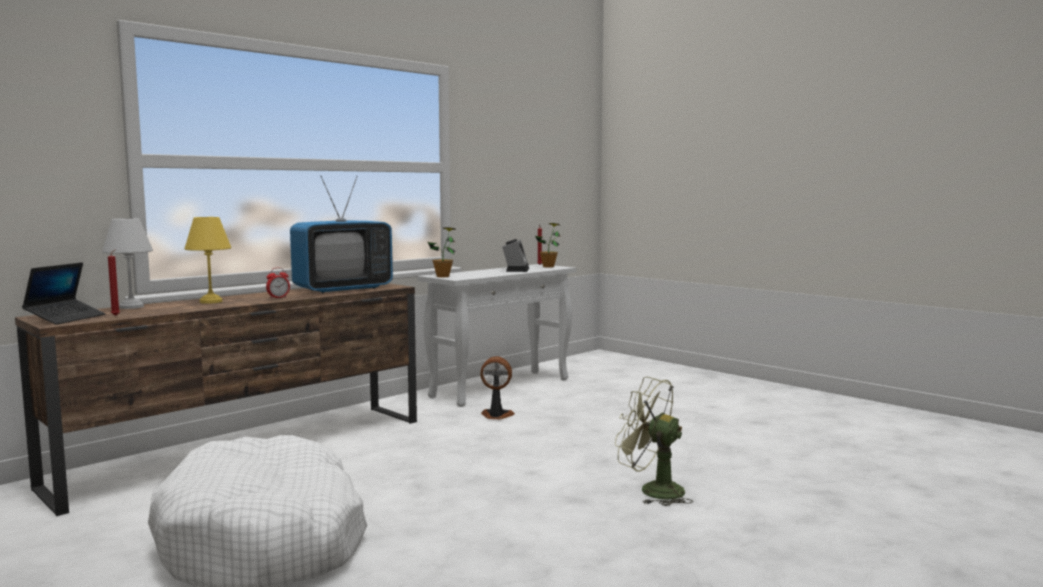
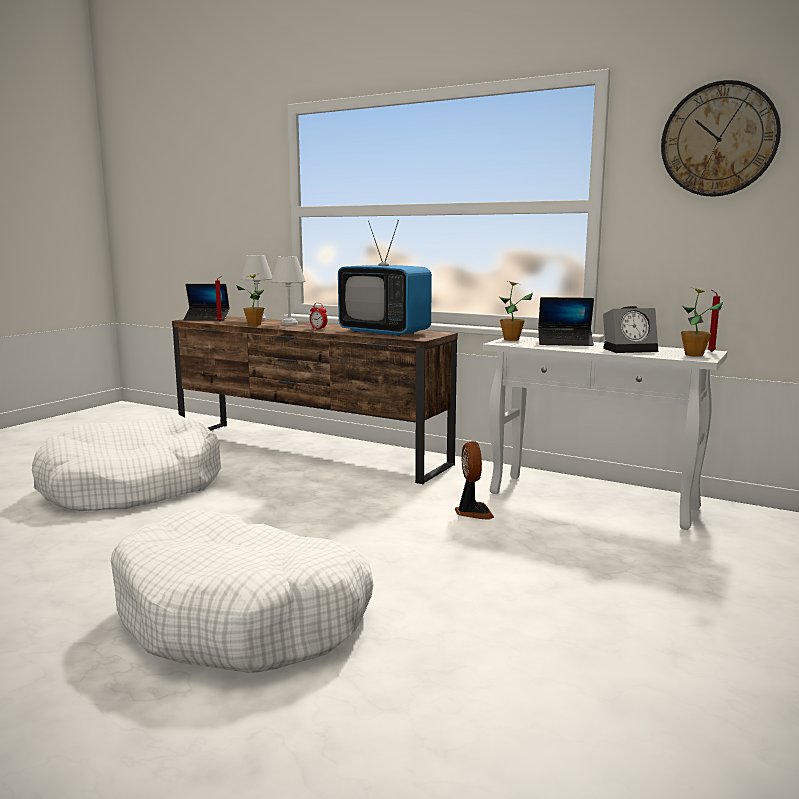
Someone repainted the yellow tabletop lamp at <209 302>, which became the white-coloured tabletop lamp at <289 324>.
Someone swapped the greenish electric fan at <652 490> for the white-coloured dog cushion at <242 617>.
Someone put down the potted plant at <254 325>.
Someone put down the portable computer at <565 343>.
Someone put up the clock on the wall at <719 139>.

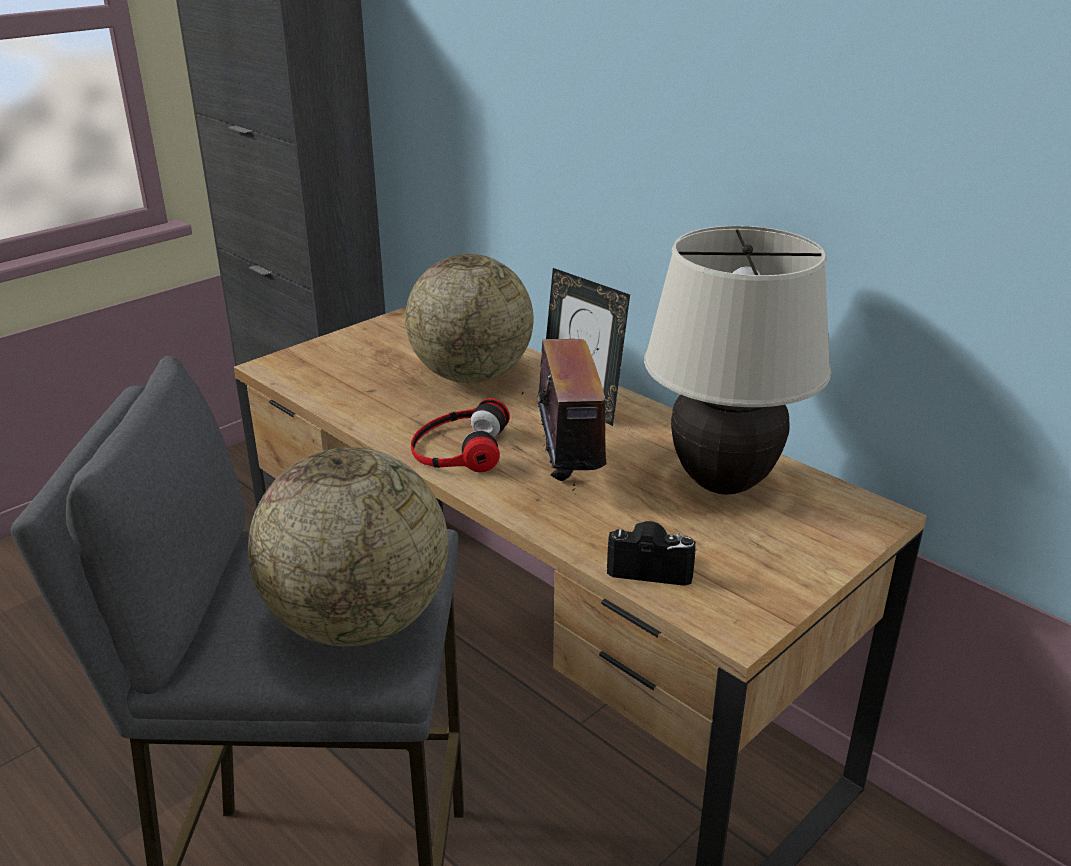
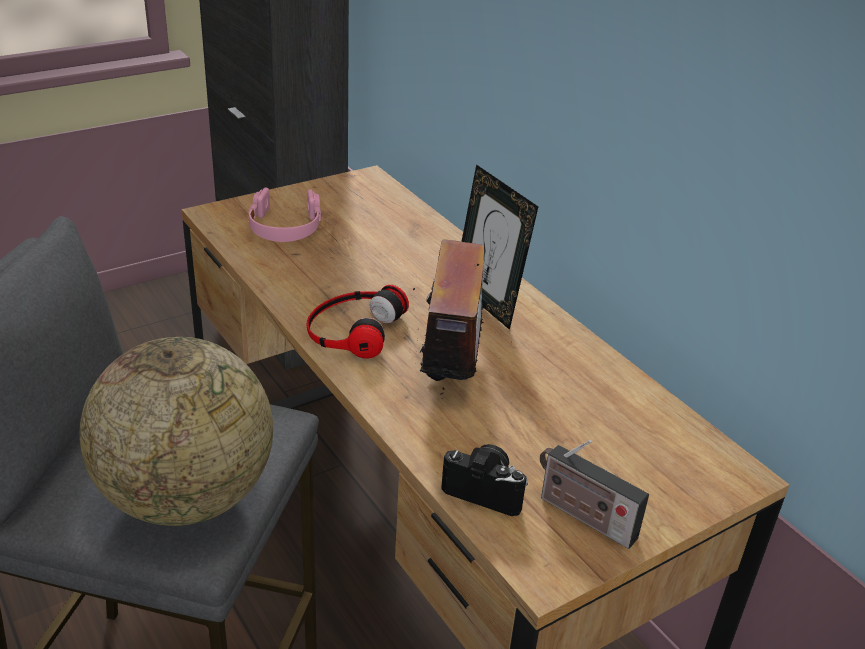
Someone took away the world globe at <471 376>.
Someone took away the sand-coloured tabletop lamp at <722 483>.
Someone put down the pink-coloured headphones at <284 226>.
Someone put down the radio at <582 516>.

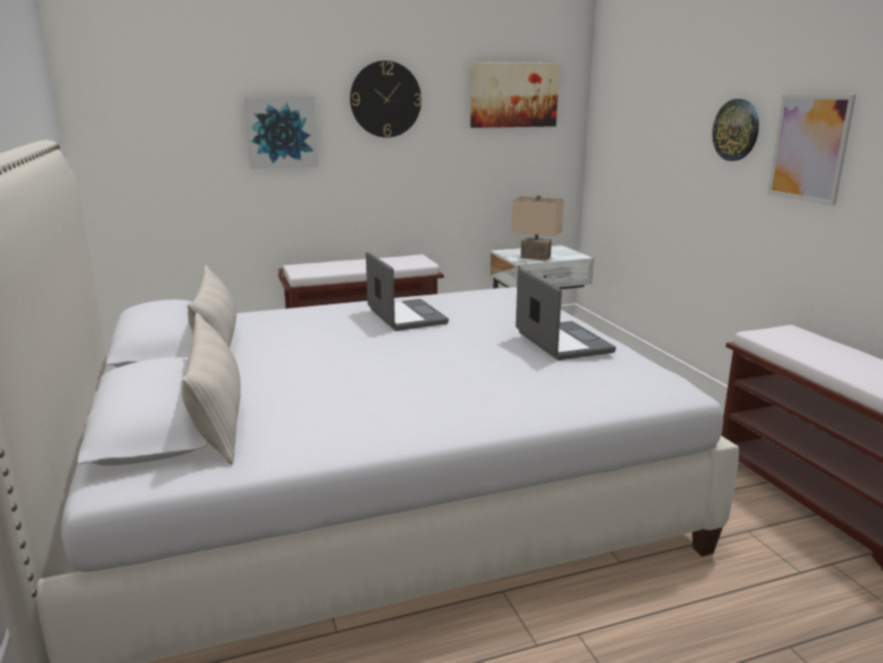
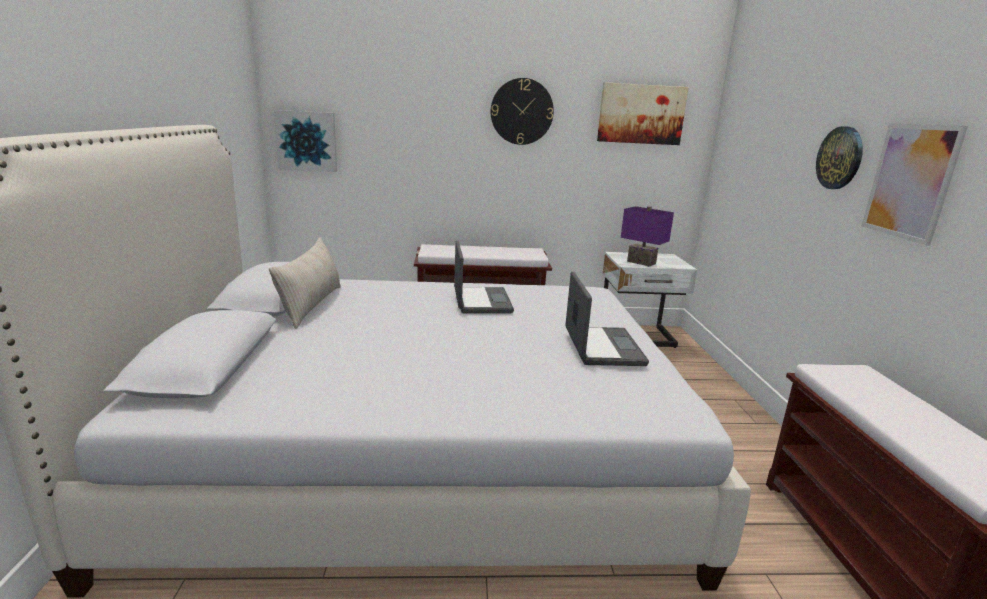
Someone took away the sand-coloured pillow at <218 420>.
Someone carried the wall art from <281 132> to <306 141>.
Someone repainted the sand-coloured tabletop lamp at <536 257>, which became the purple tabletop lamp at <642 262>.

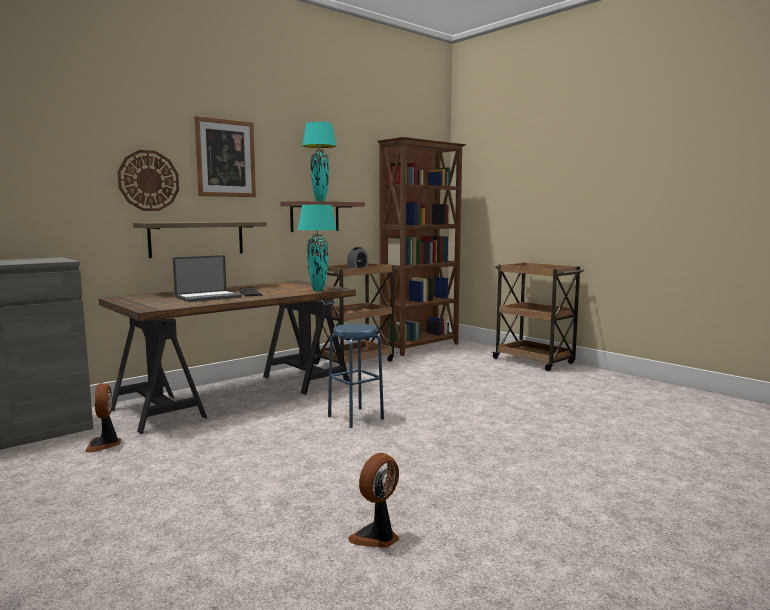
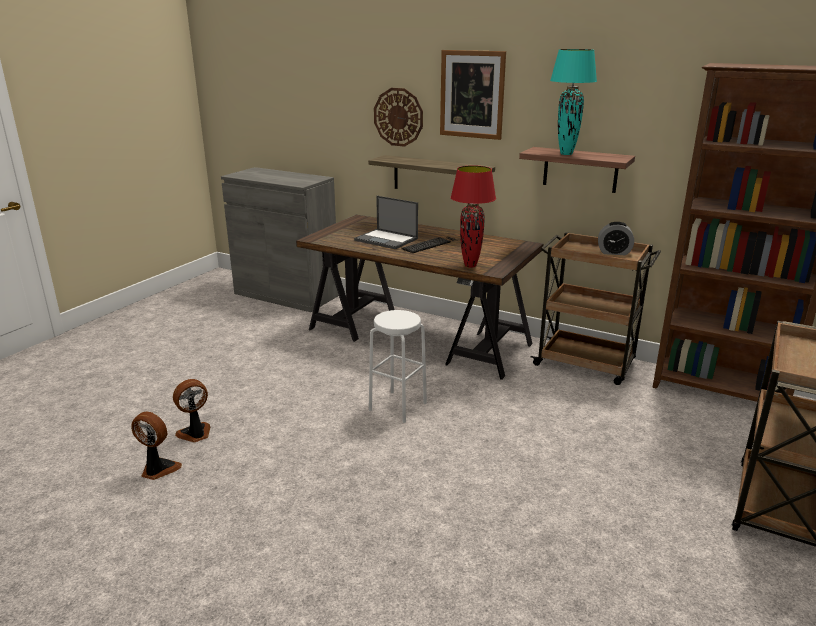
Someone carried the electric fan from <104 444> to <195 434>.
Someone repainted the blue-green tabletop lamp at <318 290>, which became the red-coloured tabletop lamp at <470 265>.
Someone repainted the blue-coloured stool seat at <355 417>, which became the white-coloured stool seat at <397 406>.

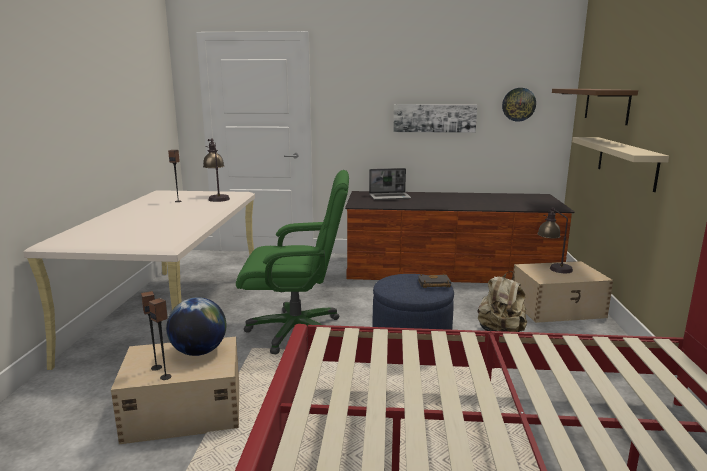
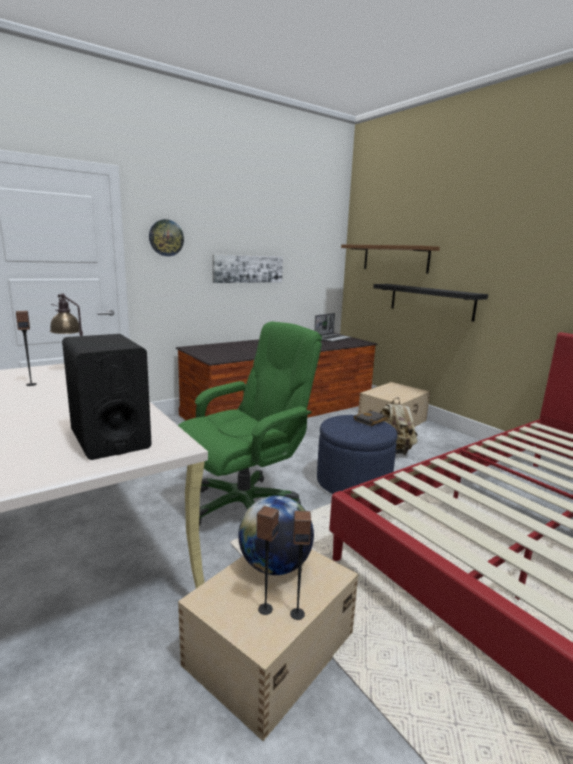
Someone carried the portable computer from <390 197> to <332 338>.
Someone carried the clock on the wall from <518 104> to <166 238>.
Someone took away the tabletop lamp at <553 267>.
Someone repainted the sand-coloured wall shelf at <626 162>, which became the blackish wall shelf at <431 301>.
Someone put down the blackish speaker at <110 439>.

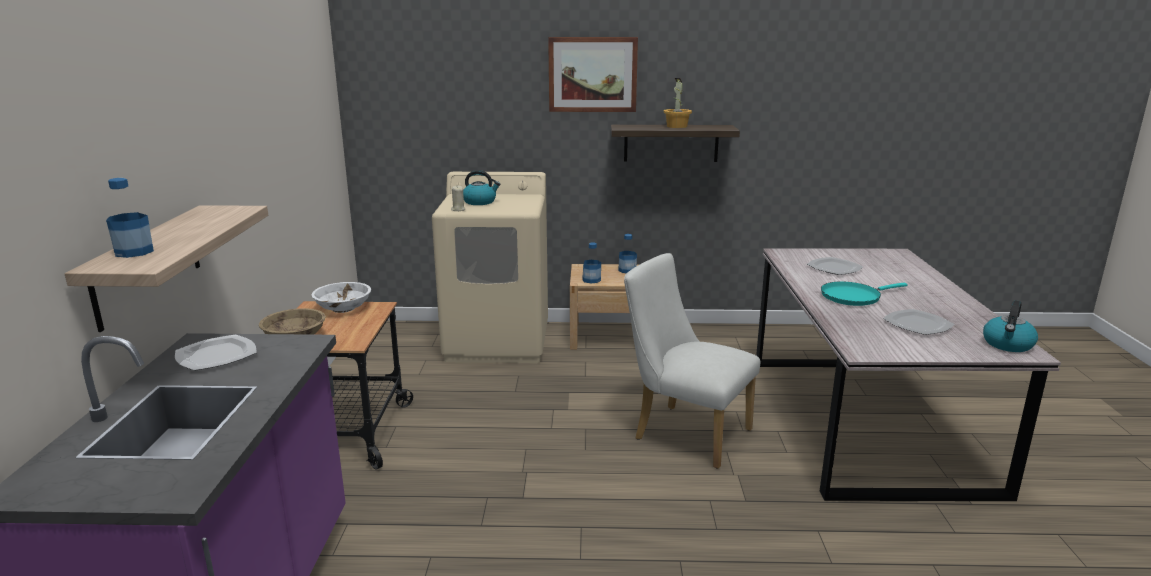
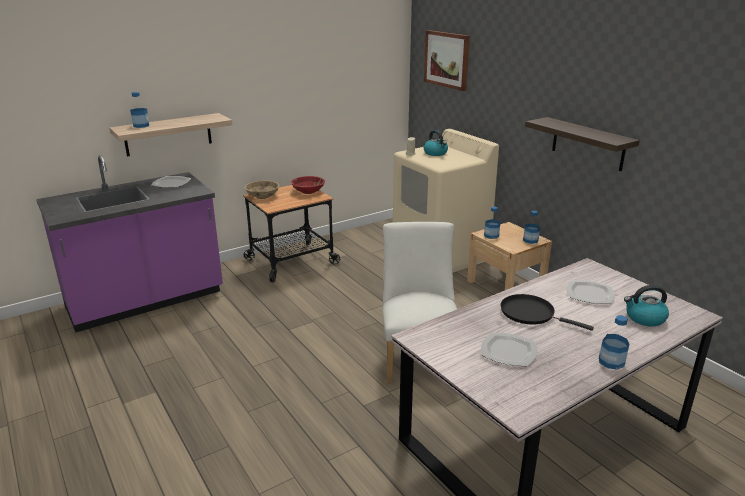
Someone repainted the white-coloured serving bowl at <343 308>, which became the red-coloured serving bowl at <308 191>.
Someone carried the wall art from <592 74> to <446 59>.
Someone took away the potted plant at <676 126>.
Someone repainted the blue-green pan at <853 297>, which became the blackish pan at <531 314>.
Someone carried the water kettle from <1008 345> to <644 318>.
Someone put down the beverage bottle at <611 361>.

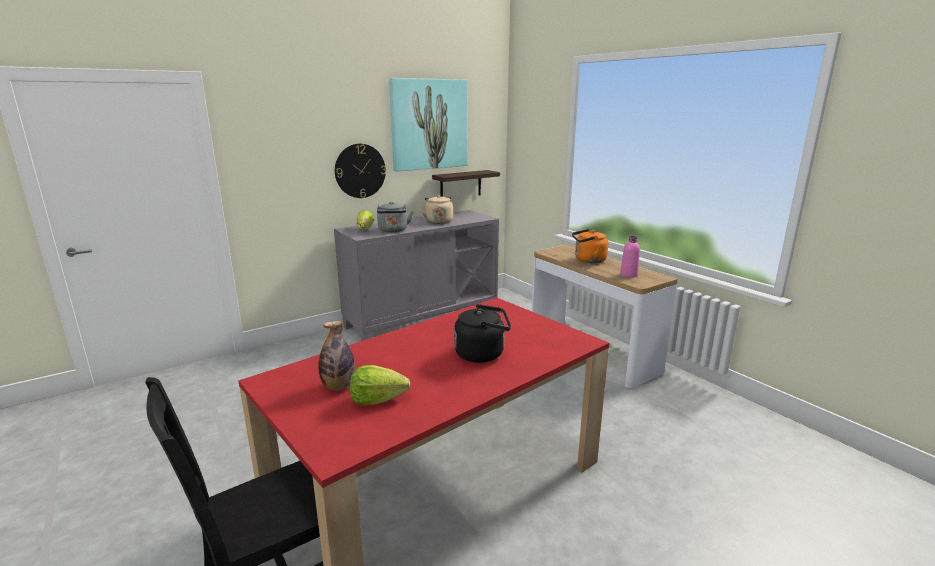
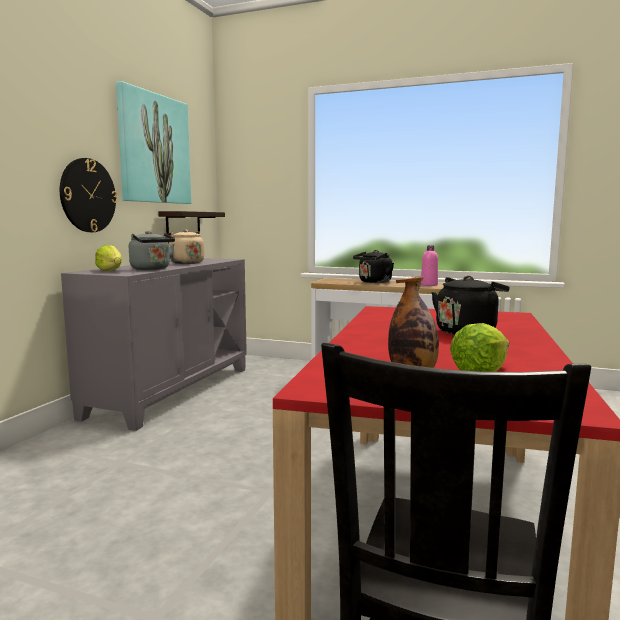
Someone repainted the orangey water kettle at <588 260>, which became the blackish water kettle at <373 282>.

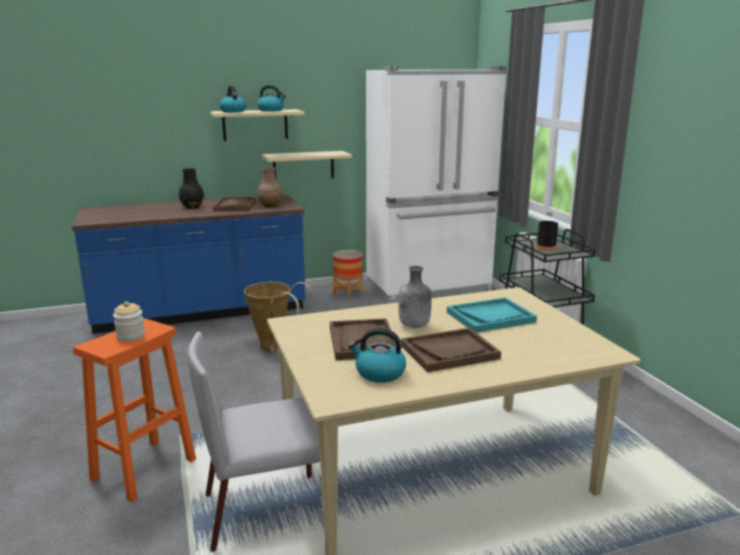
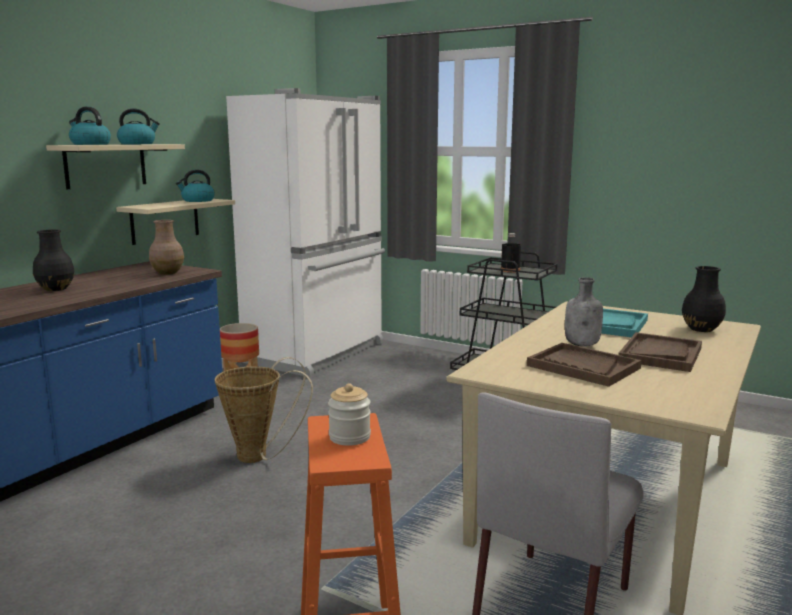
Someone took away the brown tray at <235 205>.
Someone carried the water kettle from <379 373> to <197 201>.
Someone put down the blackish flower vase at <701 329>.

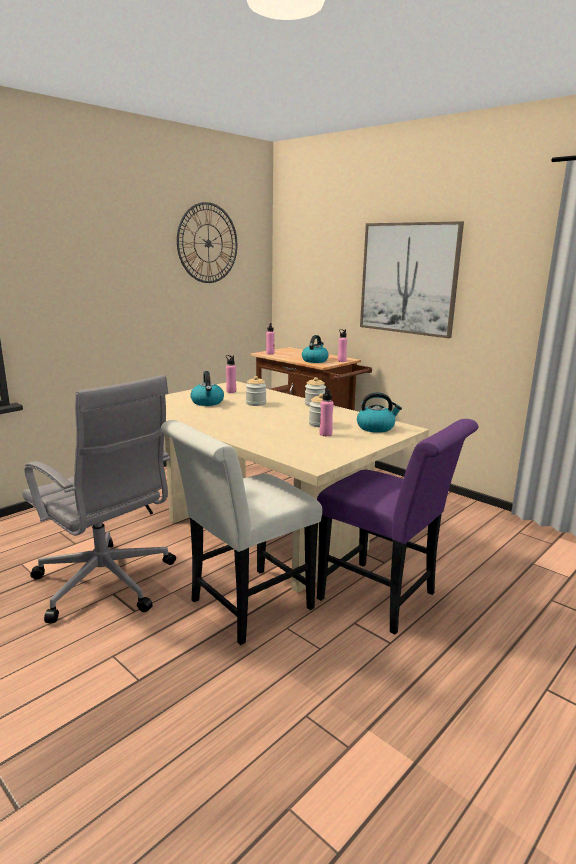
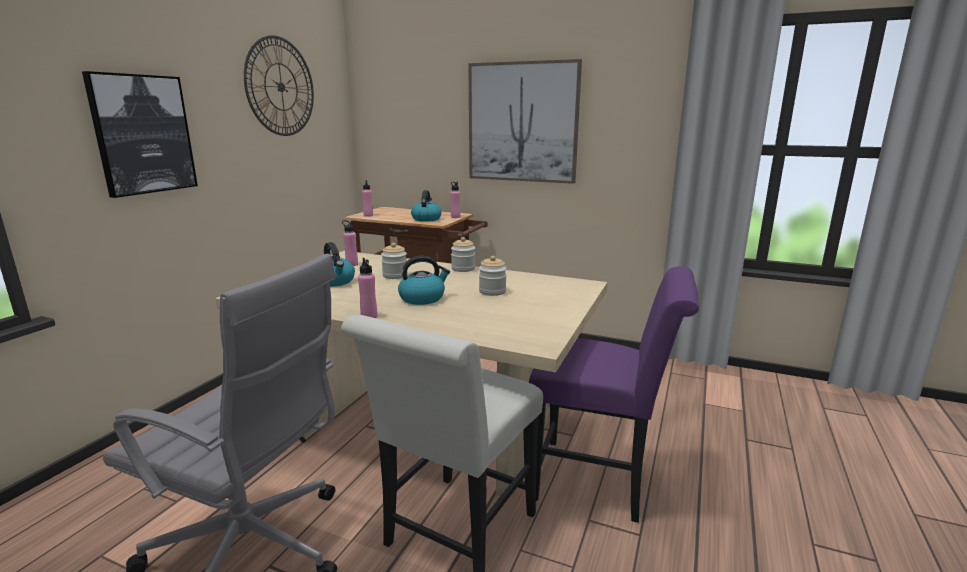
Someone carried the pink-coloured beverage bottle from <325 434> to <369 316>.
Someone carried the water kettle from <376 428> to <422 298>.
Someone put up the wall art at <143 134>.

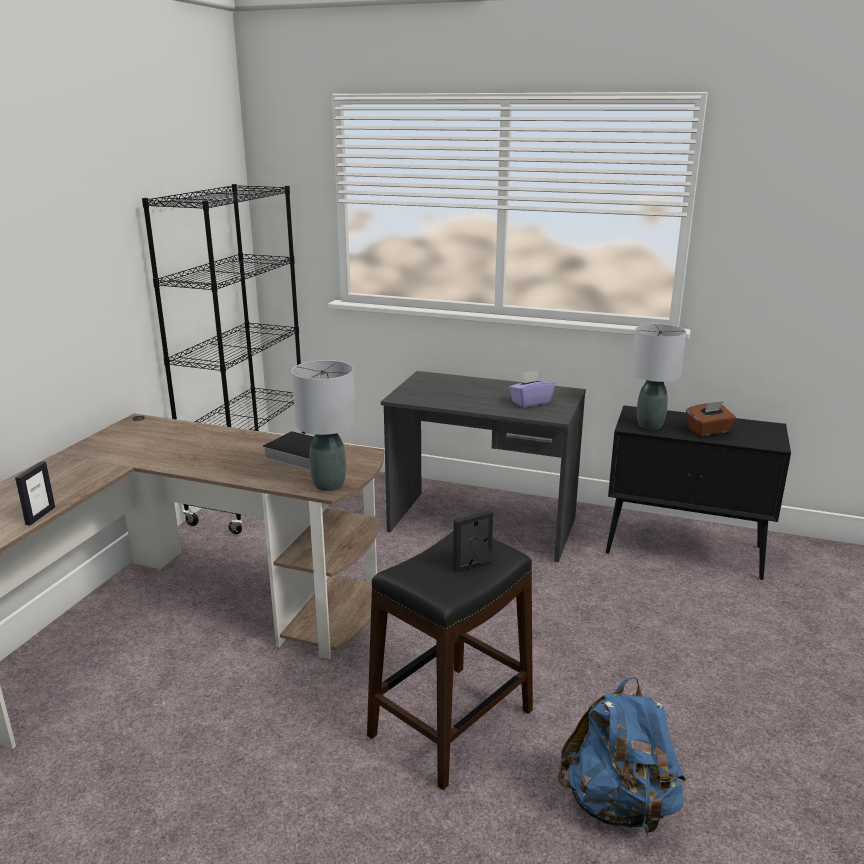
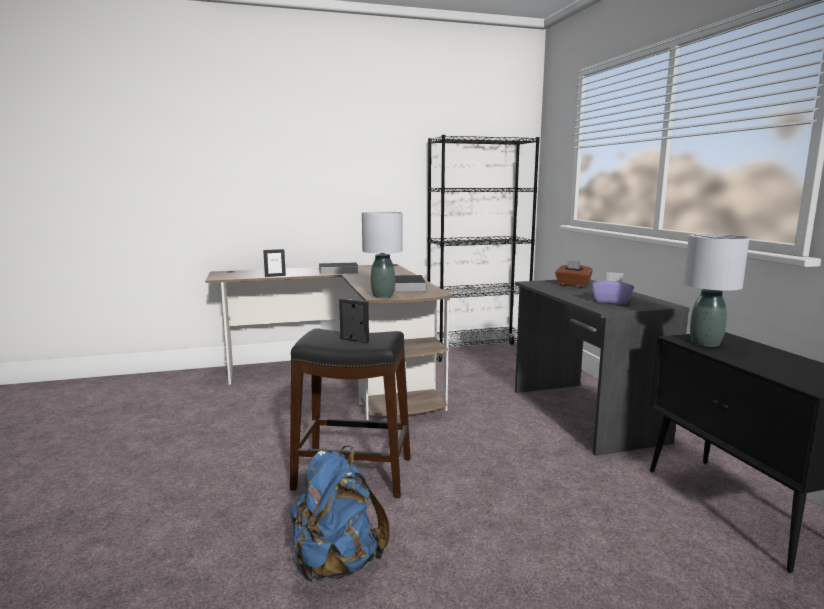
Someone carried the brown tissue holder from <708 431> to <572 285>.
Someone put down the book at <337 271>.

